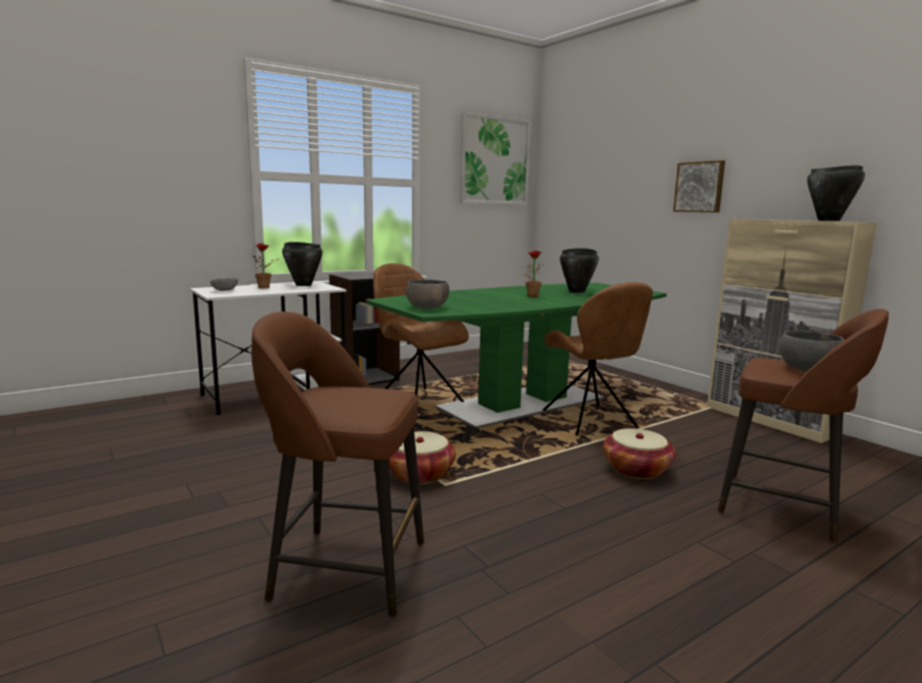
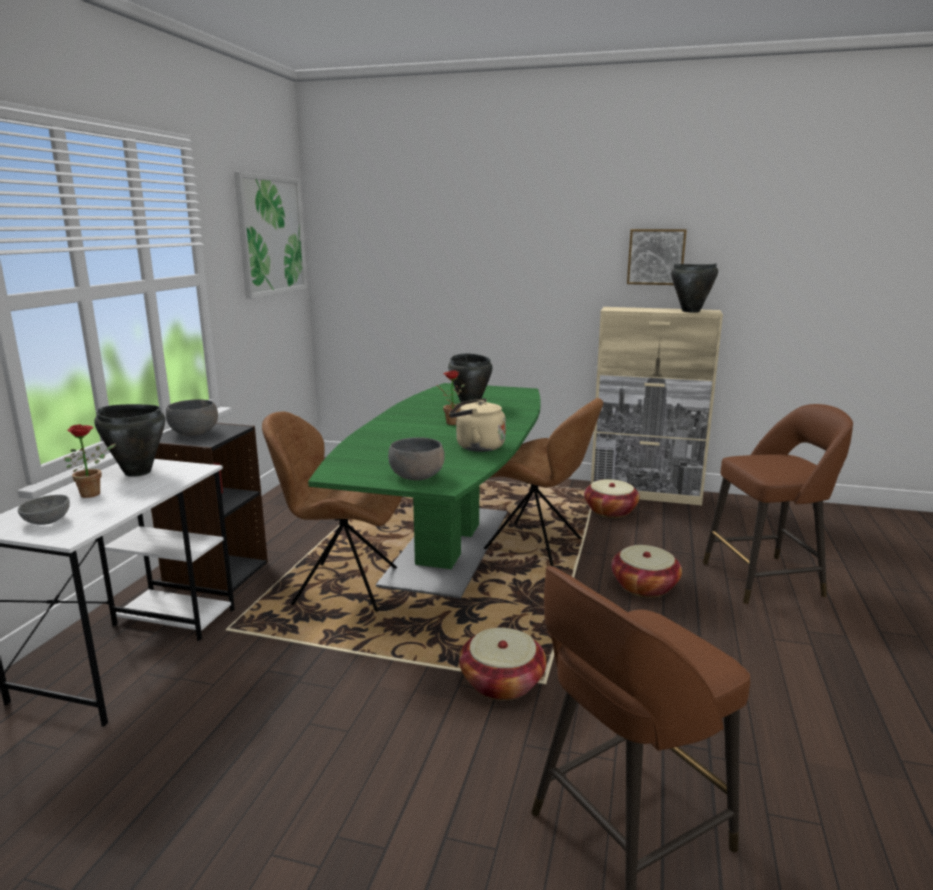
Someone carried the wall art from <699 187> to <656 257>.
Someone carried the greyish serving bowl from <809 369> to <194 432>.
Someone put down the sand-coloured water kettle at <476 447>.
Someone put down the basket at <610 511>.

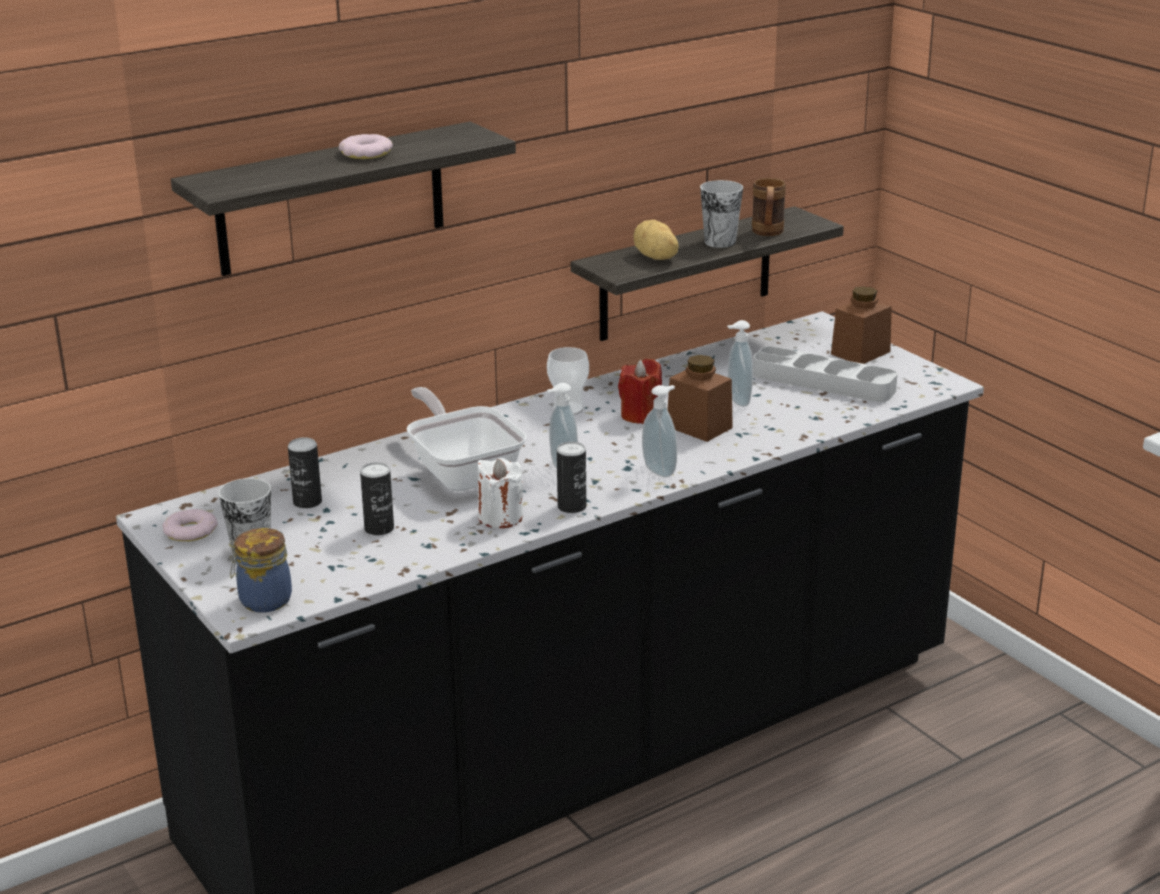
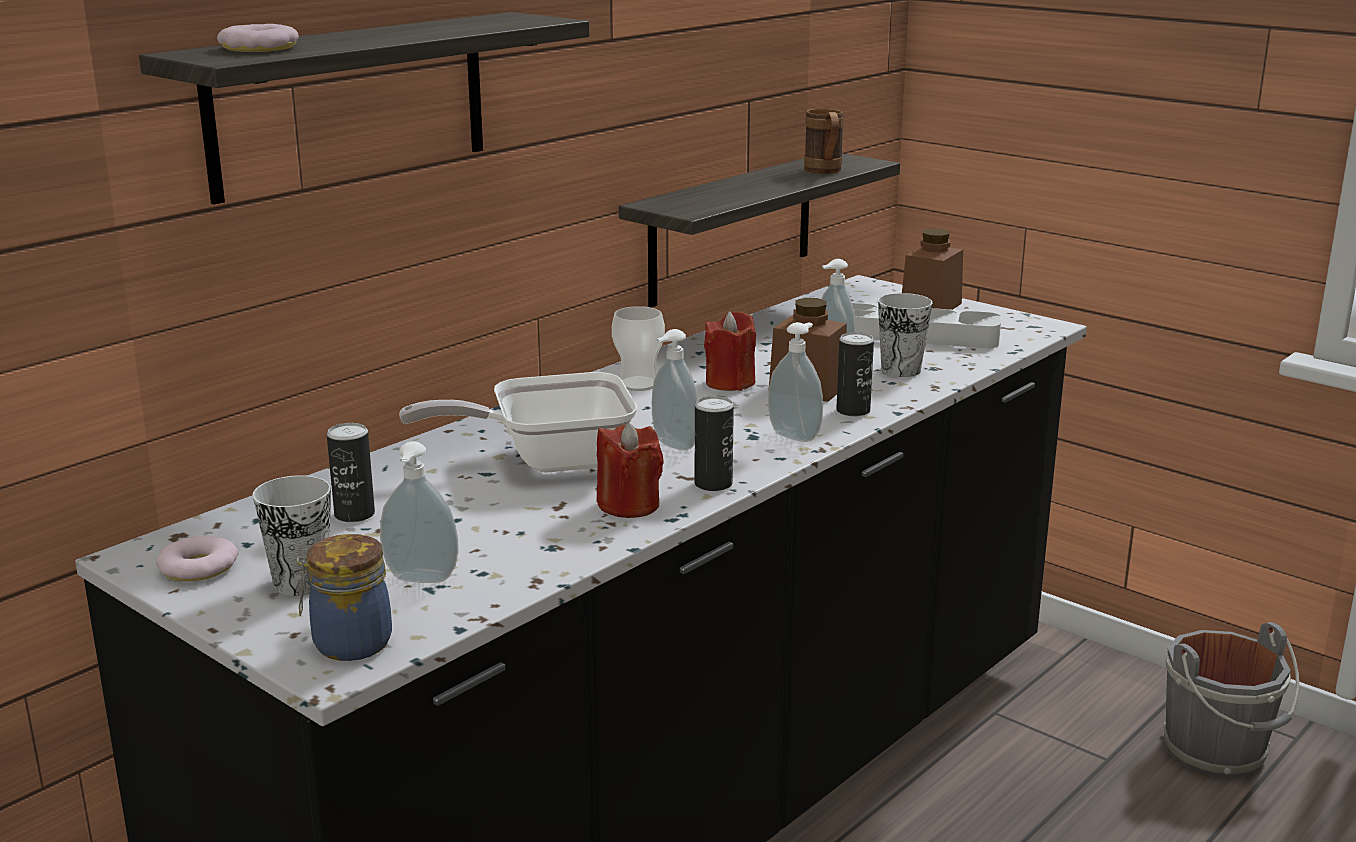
Someone carried the ring doughnut from <366 153> to <259 48>.
Someone carried the metal can from <379 529> to <853 411>.
Someone rotated the pan at <463 472> by 60 degrees counterclockwise.
Someone repainted the white-coloured wax candle at <500 517>, which became the red-coloured wax candle at <628 505>.
Someone took away the spud at <655 258>.
Someone carried the drinking cup from <720 242> to <901 370>.
Someone put down the soap bottle at <420 580>.
Someone put down the greyish water bucket at <1218 752>.

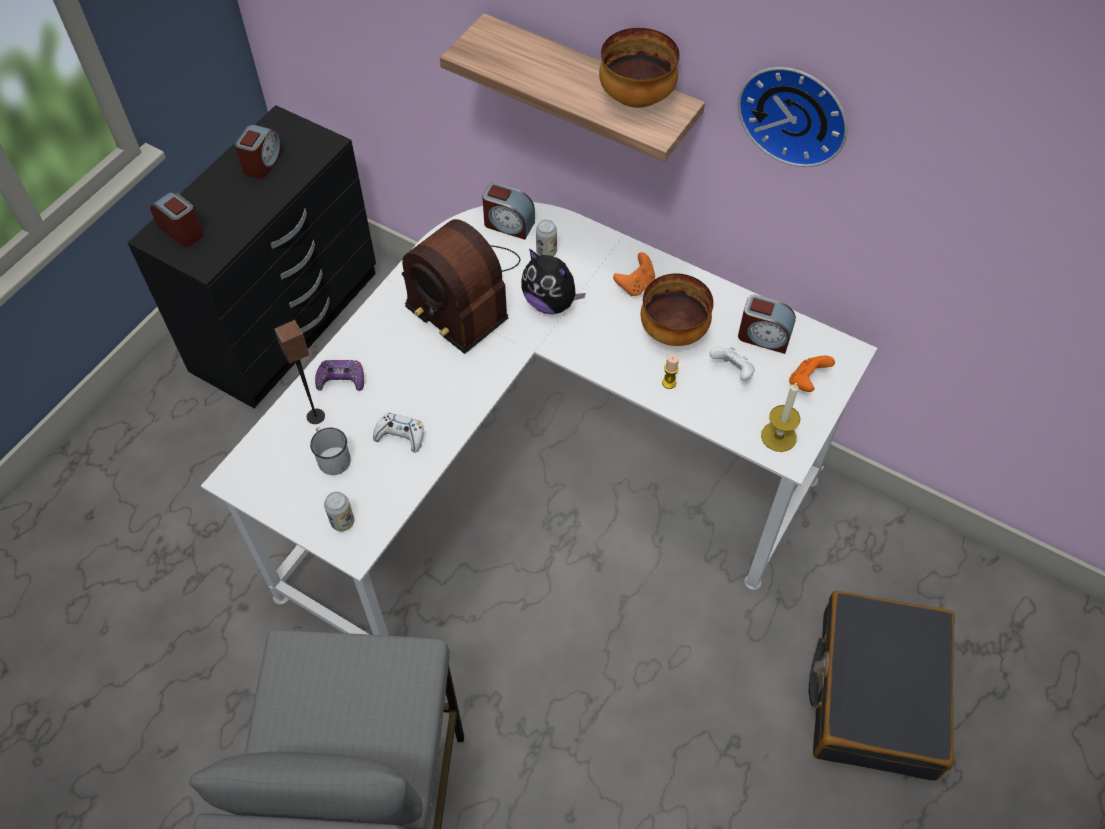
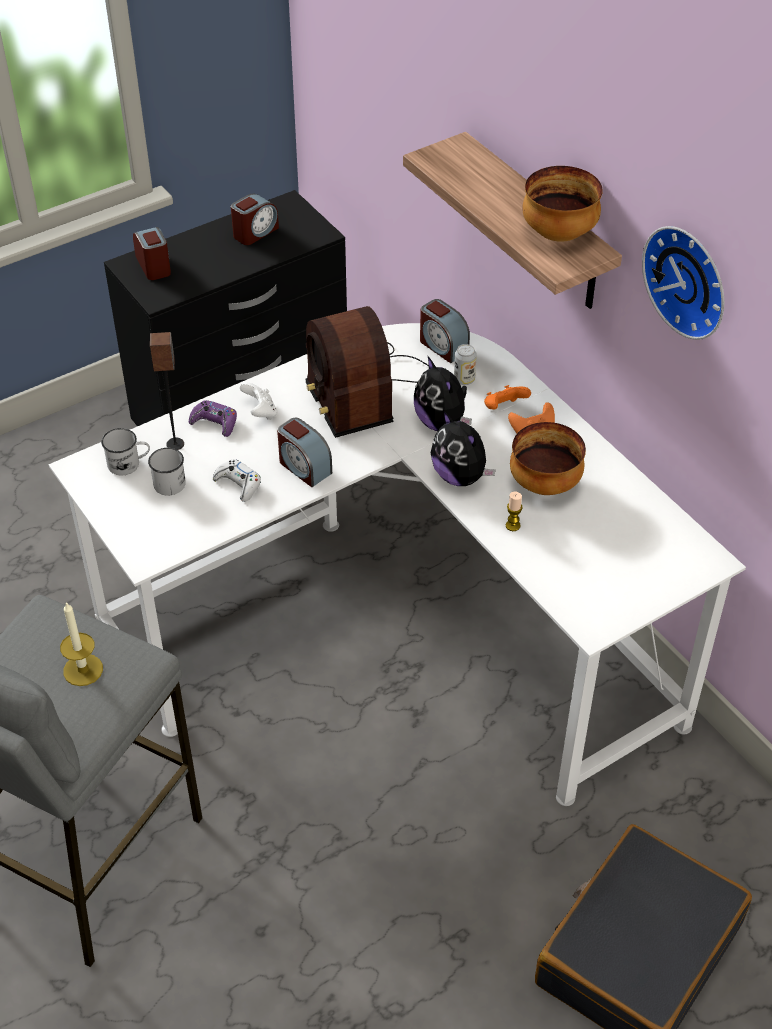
Someone took away the metal can at <342 522>.
Someone carried the white-coloured game controller from <732 371> to <260 412>.
Someone carried the table clock from <763 337> to <304 467>.
Someone carried the wax candle from <778 436> to <83 670>.
Someone carried the orangey game controller from <806 381> to <504 408>.
Someone put down the white-coloured tea mug at <129 464>.
Someone put down the plush toy at <460 476>.

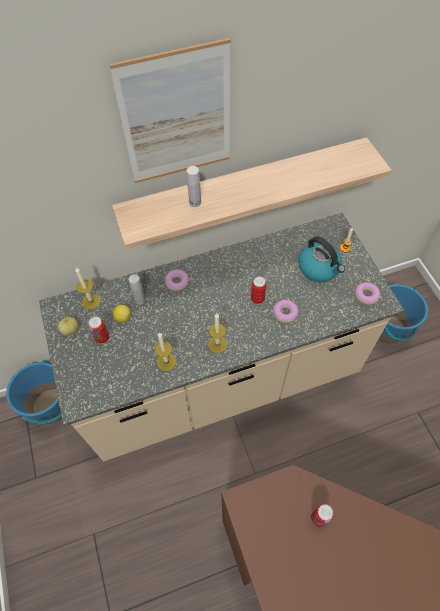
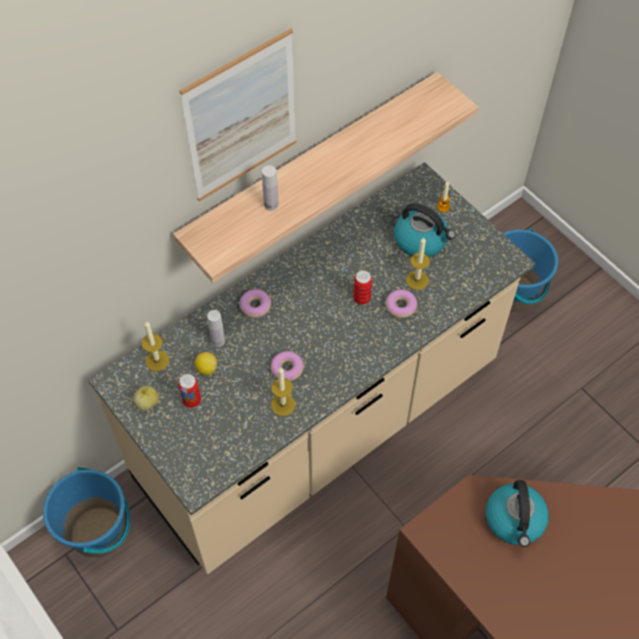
Someone carried the wax candle from <217 344> to <417 280>.
Someone swapped the metal can at <319 518> for the water kettle at <515 520>.
Someone carried the ring doughnut from <366 295> to <287 368>.

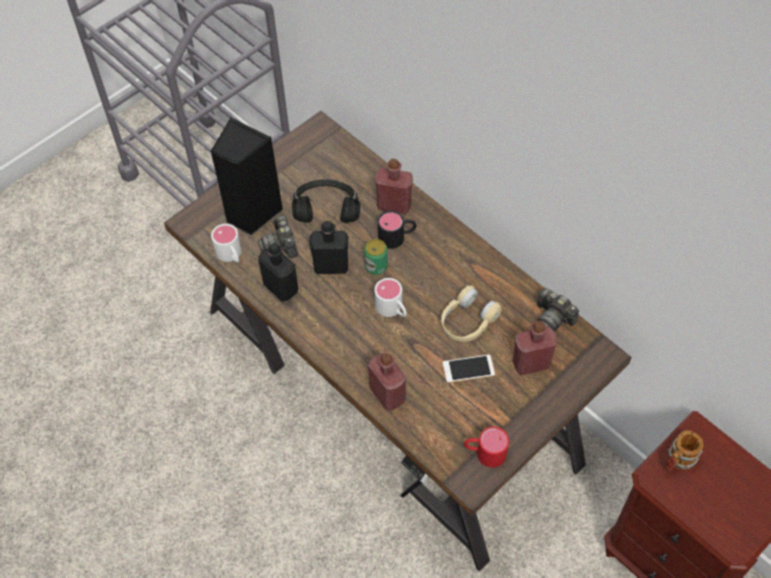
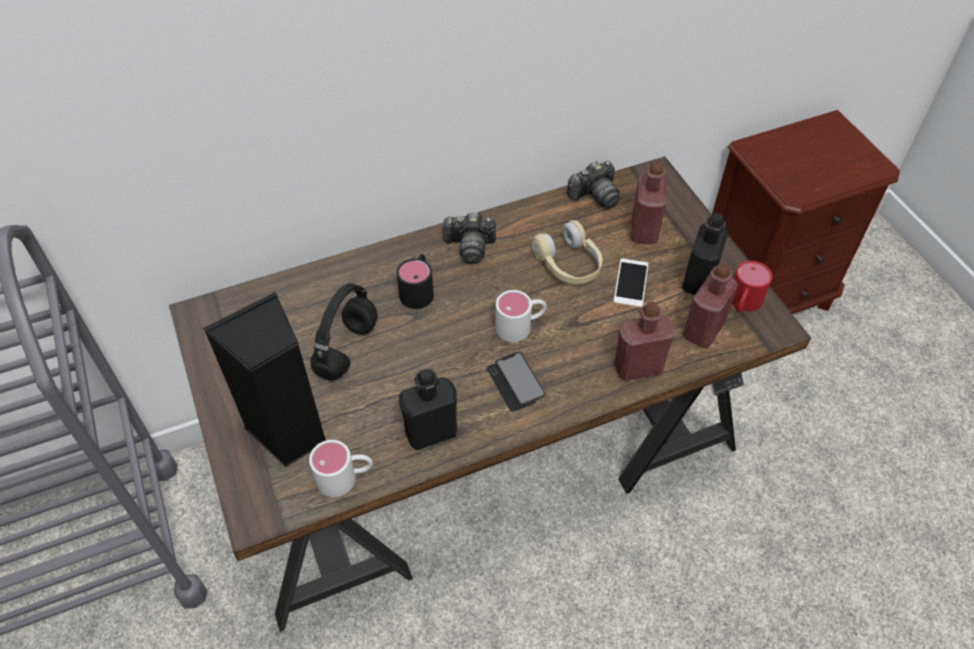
Someone carried the photo camera from <280 245> to <470 246>.
Someone carried the blackish beverage bottle from <331 266> to <698 281>.
Someone took away the metal can at <376 266>.
Someone carried the red-coloured beverage bottle from <394 205> to <703 330>.
Someone took away the tea mug at <677 461>.
Someone put down the handset at <515 382>.

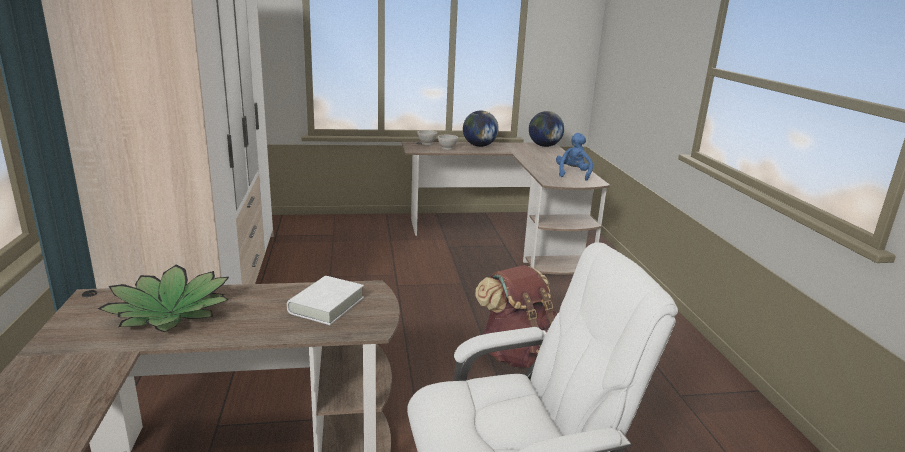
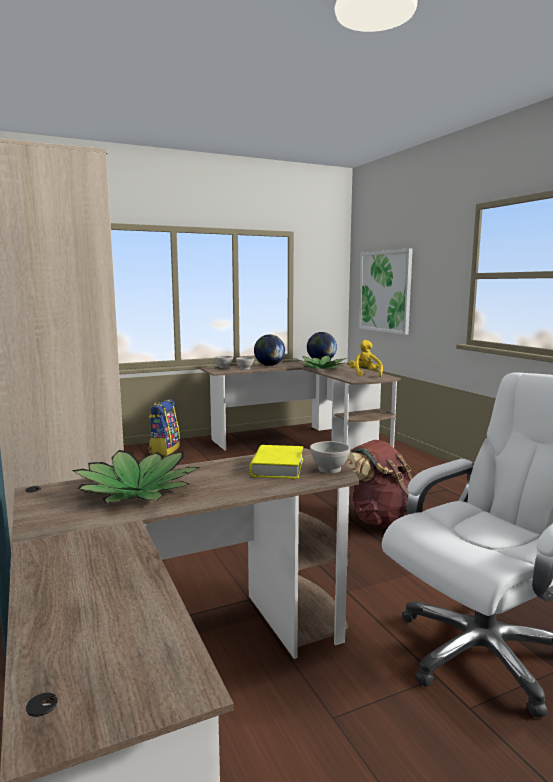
Someone repainted the white-coloured book at <326 305>, which became the yellow book at <277 467>.
Someone repainted the blue-coloured plush toy at <572 174>, which became the yellow plush toy at <365 375>.
Someone put down the backpack at <164 450>.
Someone put down the potted plant at <322 368>.
Someone put down the white-coloured serving bowl at <329 469>.
Someone put up the wall art at <385 291>.

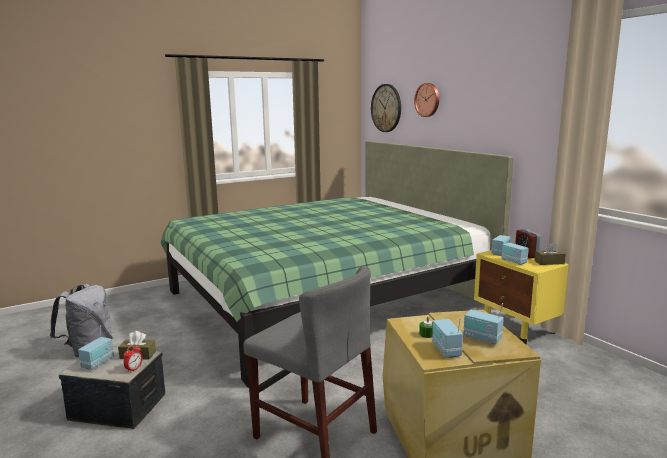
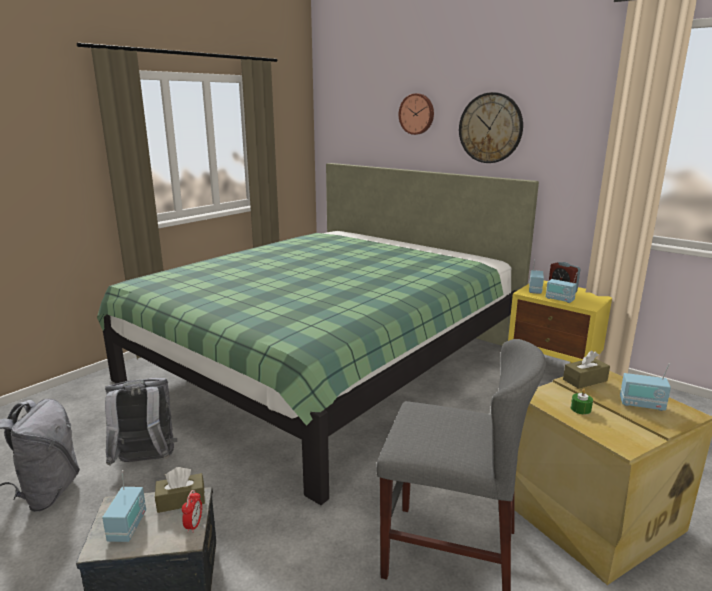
Someone carried the clock on the wall from <386 108> to <490 128>.
Someone took away the radio at <445 350>.
Someone carried the brown tissue holder from <549 262> to <585 380>.
Someone put down the greyish backpack at <145 462>.

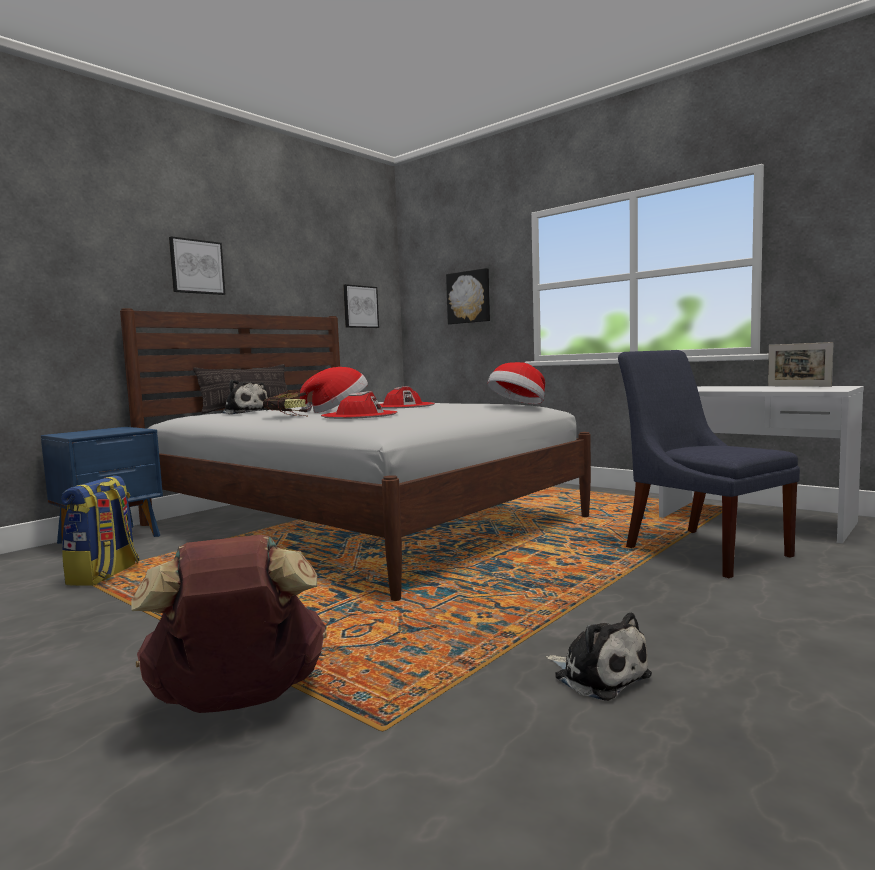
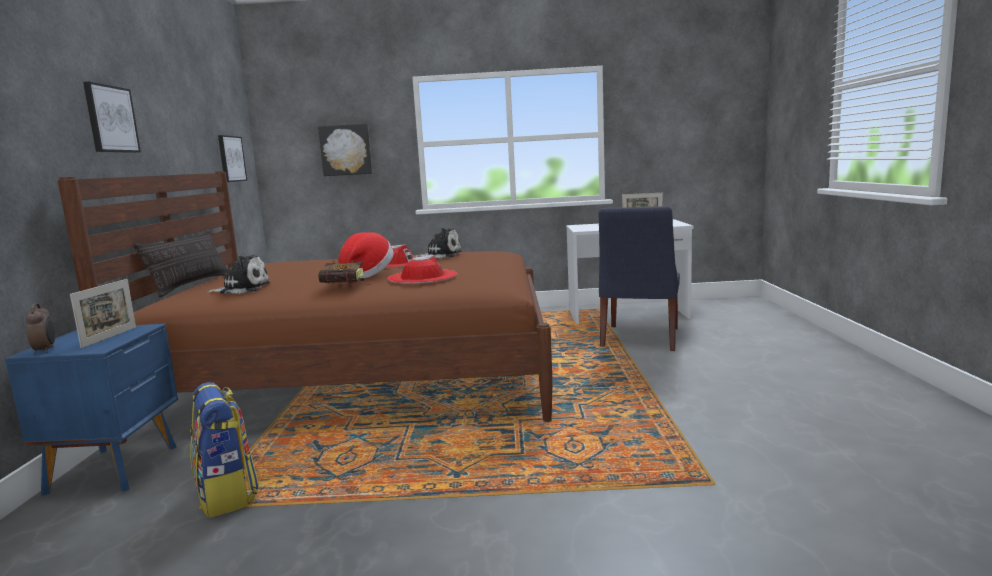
Someone repainted the white-coloured bedroom bed at <360 521>, which became the brown bedroom bed at <365 377>.
Someone took away the brown backpack at <238 701>.
Someone took away the wearable hat at <518 406>.
Someone carried the plush toy from <598 675> to <441 255>.
Someone rotated the blue-coloured upright chair at <701 550> by 90 degrees counterclockwise.
Someone put down the table clock at <45 350>.
Someone put down the standing frame at <110 337>.

